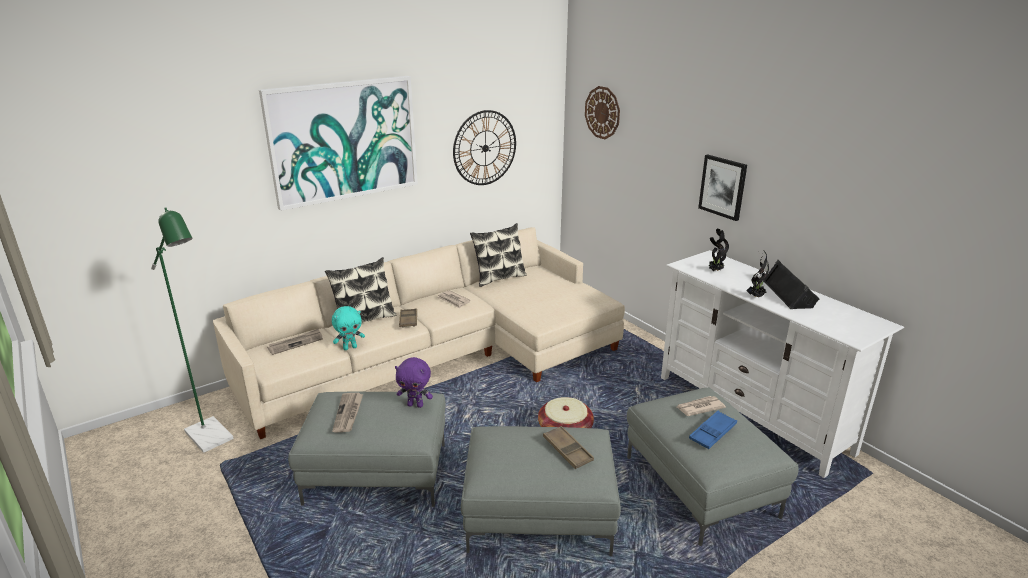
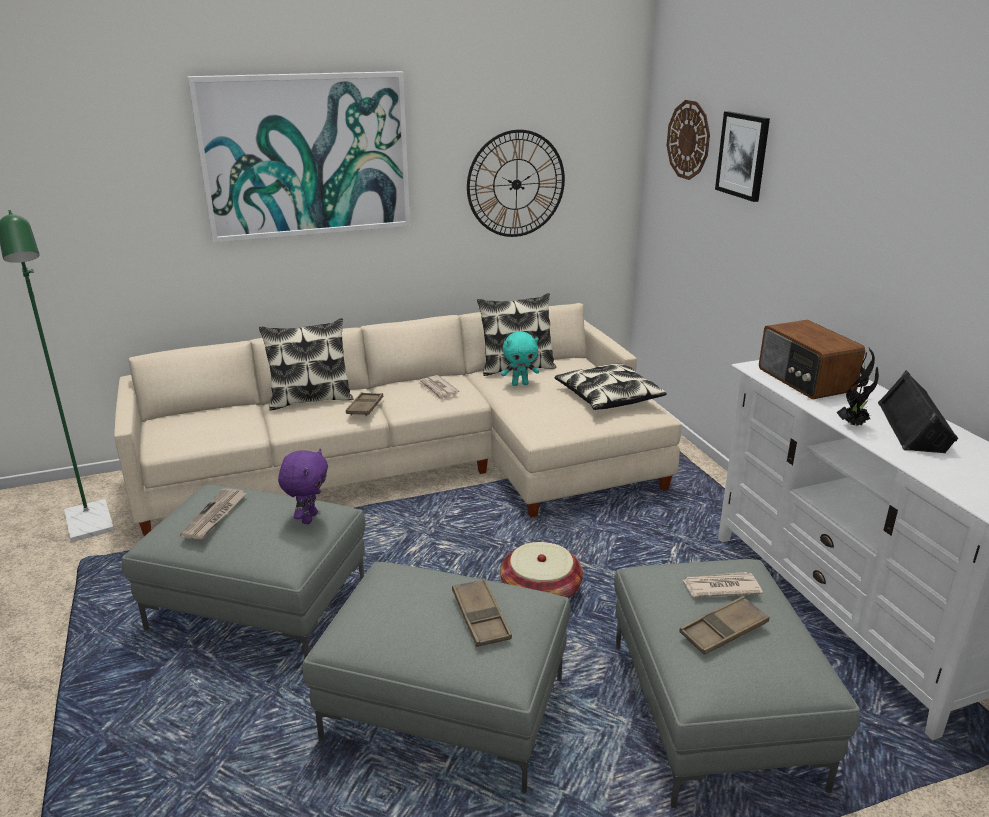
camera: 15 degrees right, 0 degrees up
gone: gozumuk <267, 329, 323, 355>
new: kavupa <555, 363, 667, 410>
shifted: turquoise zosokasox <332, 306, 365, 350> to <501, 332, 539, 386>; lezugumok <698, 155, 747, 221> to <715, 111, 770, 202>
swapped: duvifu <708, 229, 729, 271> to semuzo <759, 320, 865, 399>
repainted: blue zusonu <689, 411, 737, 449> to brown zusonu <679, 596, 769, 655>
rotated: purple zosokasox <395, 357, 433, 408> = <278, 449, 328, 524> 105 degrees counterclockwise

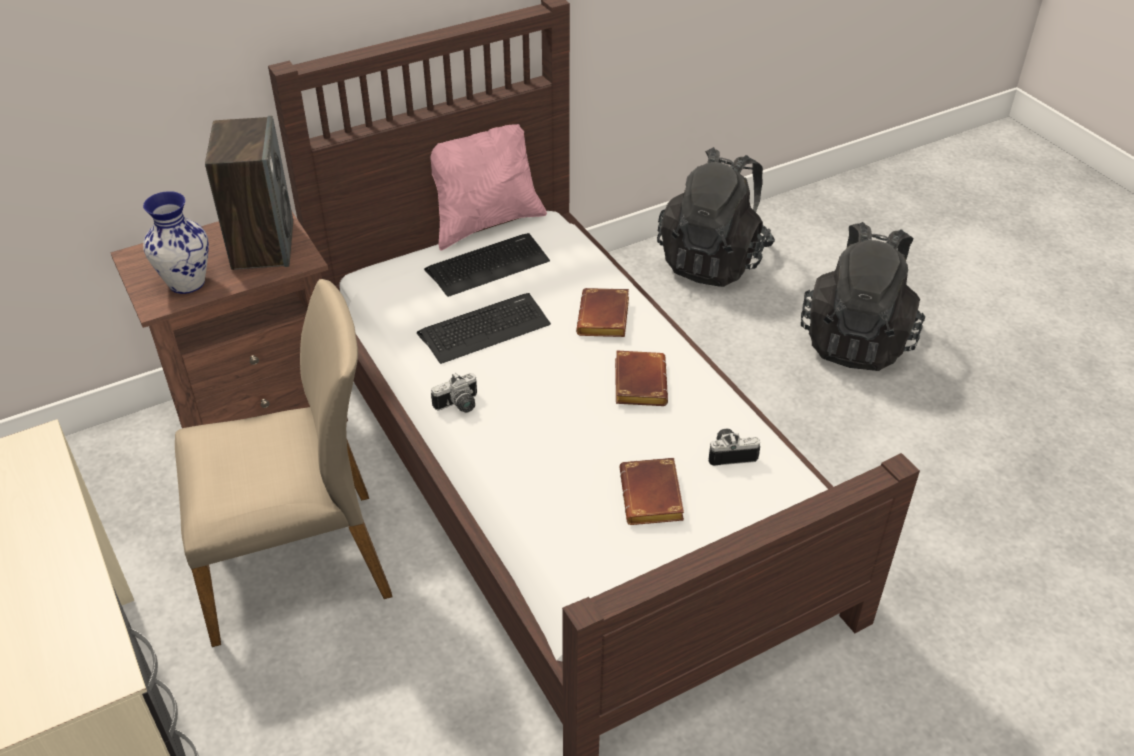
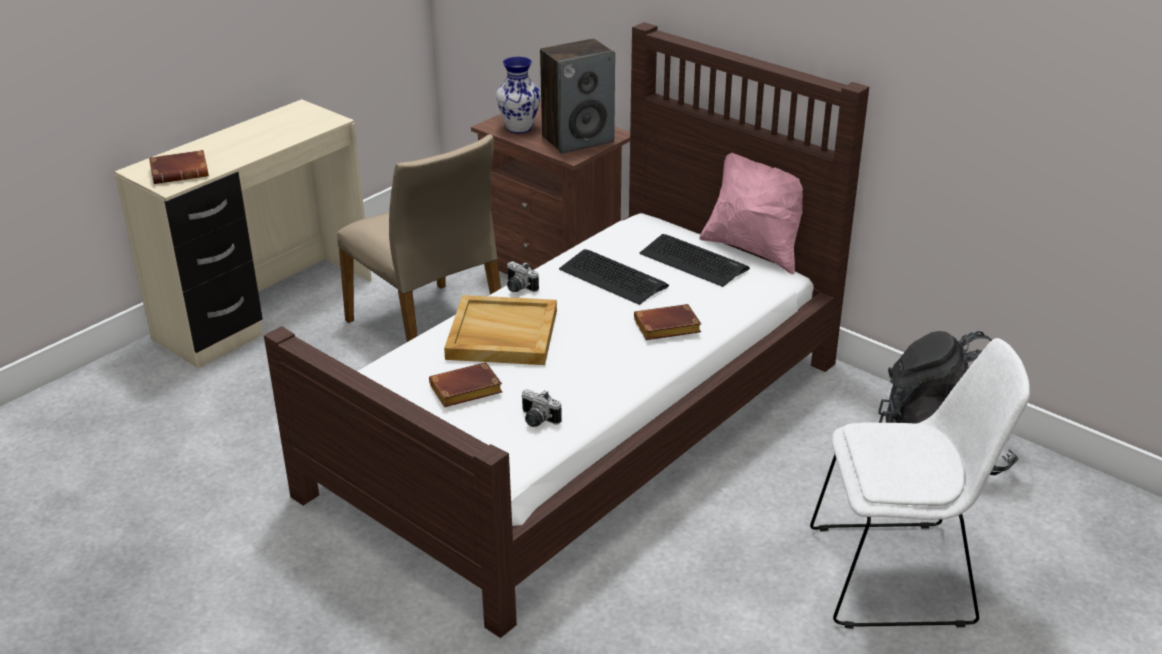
camera: 70 degrees right, 10 degrees down
new: beige zusonu <444, 295, 557, 365>
shifted: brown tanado <615, 350, 668, 406> to <149, 150, 209, 184>
swapped: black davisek <801, 222, 925, 371> to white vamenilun <810, 338, 1030, 629>
rotated: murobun <708, 429, 760, 466> = <521, 389, 562, 427> 150 degrees clockwise

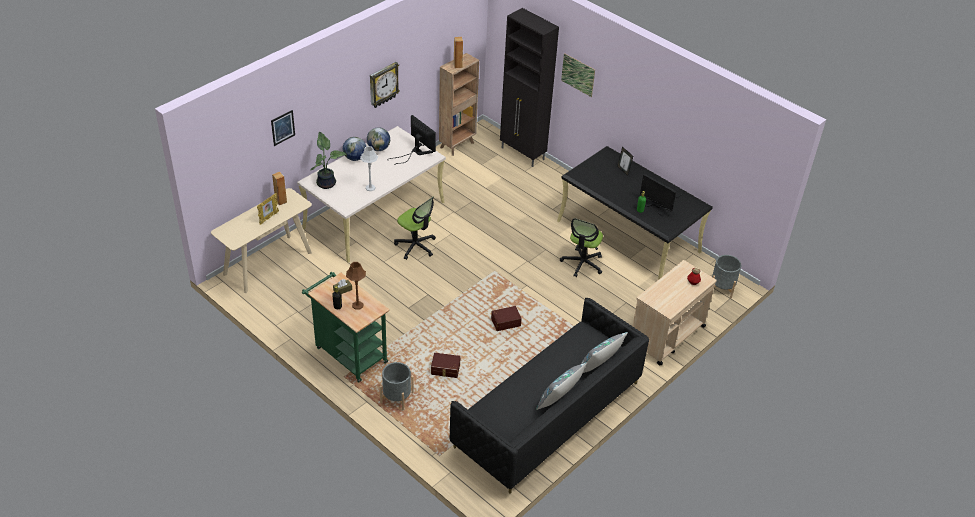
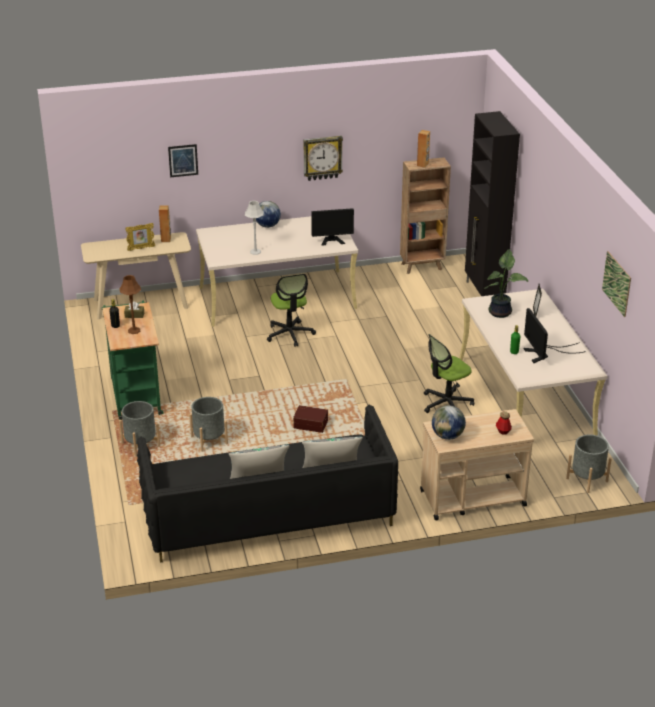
camera: 35 degrees right, 10 degrees down
shifted: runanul <367, 127, 390, 151> to <432, 406, 466, 440>; duvifu <310, 132, 346, 189> to <484, 249, 528, 318>; lezugumok <561, 53, 595, 97> to <602, 251, 631, 317>
swapped: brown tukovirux <431, 353, 461, 378> to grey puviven <189, 397, 228, 452>
repainted: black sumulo <557, 146, 713, 280> to beige sumulo <459, 289, 607, 436>
rotated: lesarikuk <387, 115, 436, 164> = <311, 209, 354, 246> 90 degrees clockwise

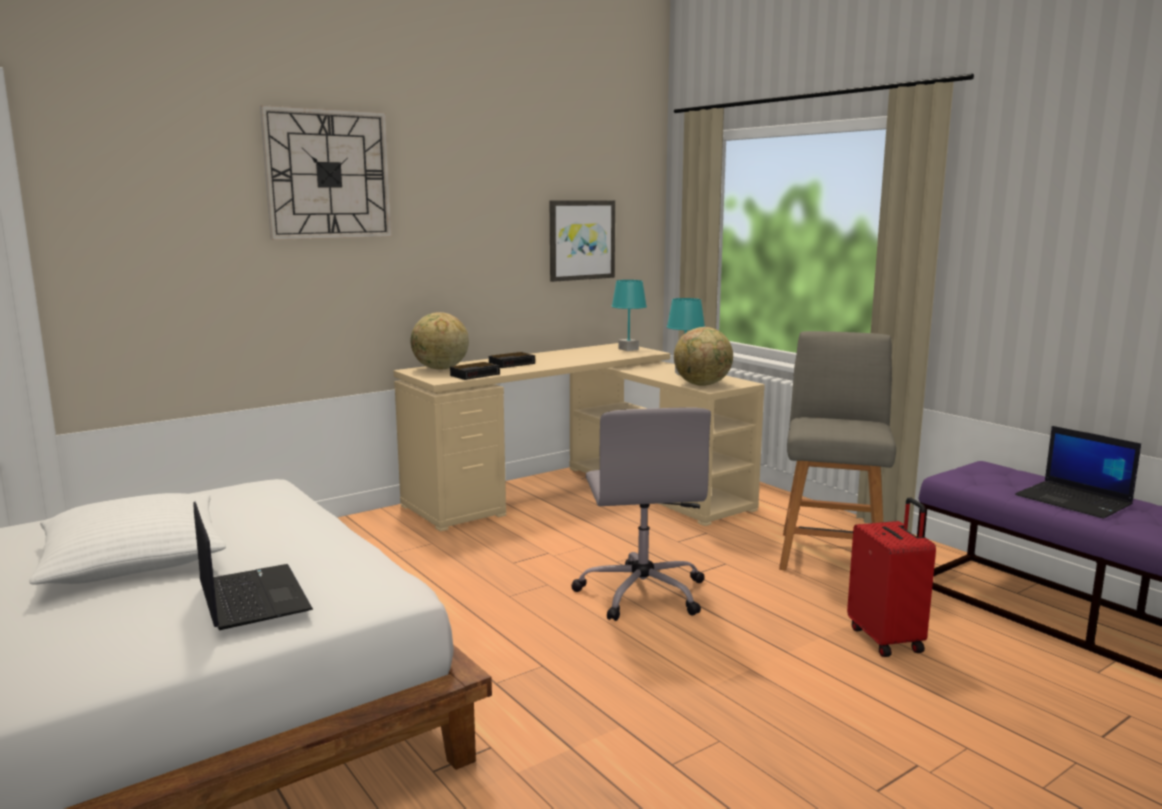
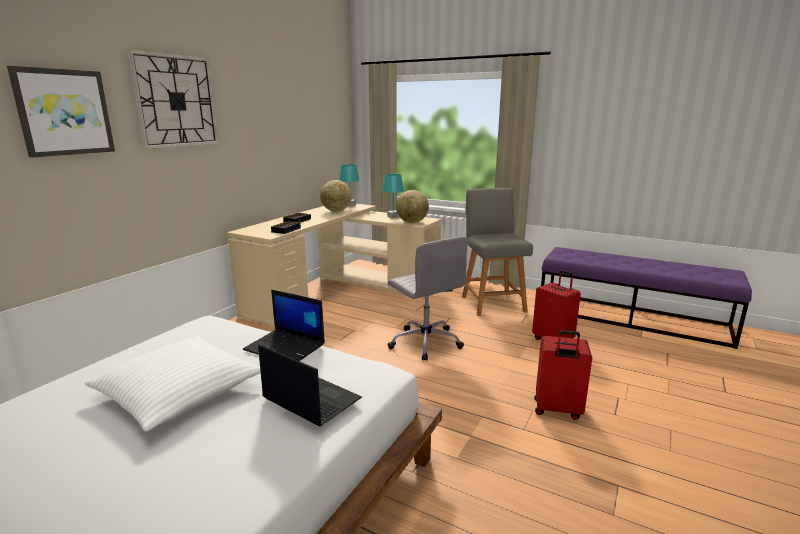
camera: 25 degrees left, 5 degrees up
new: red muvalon <534, 330, 592, 420>
shifted: lezugumok <550, 200, 615, 282> to <7, 66, 115, 158>; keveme <1015, 426, 1141, 518> to <243, 289, 325, 361>; runanul <411, 312, 469, 370> to <320, 180, 352, 212>

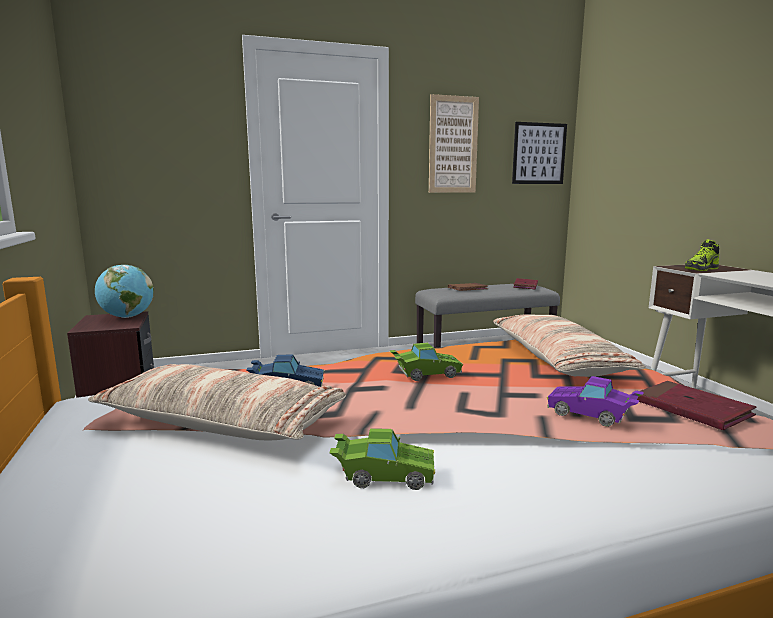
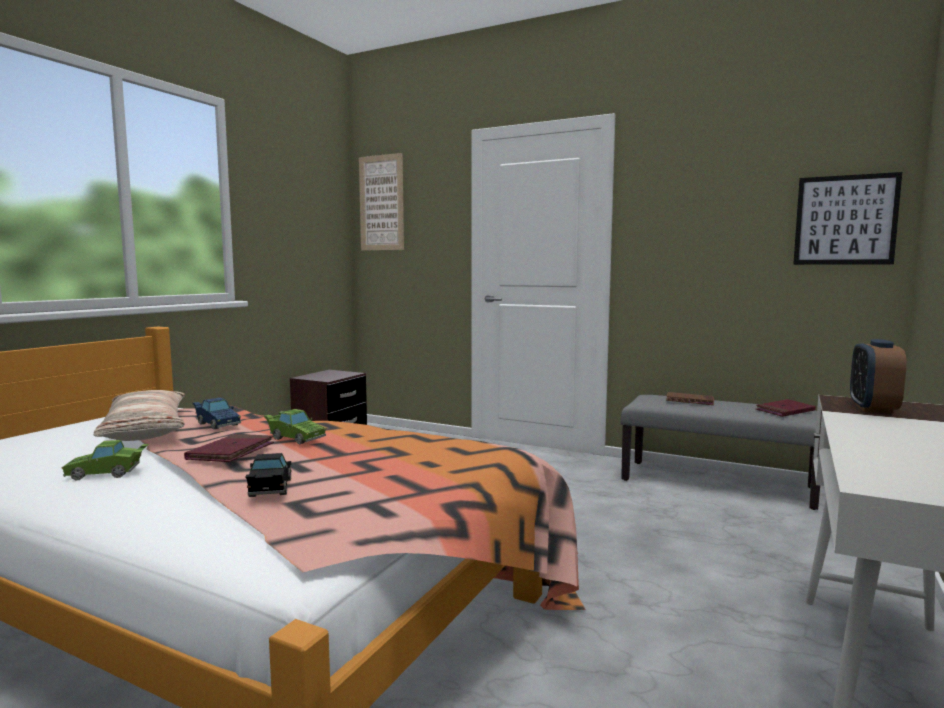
camera: 45 degrees right, 5 degrees down
gone: runanul <95, 265, 154, 318>; kavupa <493, 314, 646, 377>
shifted: red tanado <637, 381, 756, 430> to <184, 434, 274, 462>; lezugumok <429, 94, 479, 193> to <359, 153, 404, 251>
swapped: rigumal <685, 240, 719, 271> to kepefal <850, 339, 907, 414>
repainted: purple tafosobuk <547, 376, 644, 427> to black tafosobuk <246, 453, 291, 497>
rotated: green tafosobuk <330, 428, 435, 490> = <62, 440, 149, 481> 120 degrees clockwise

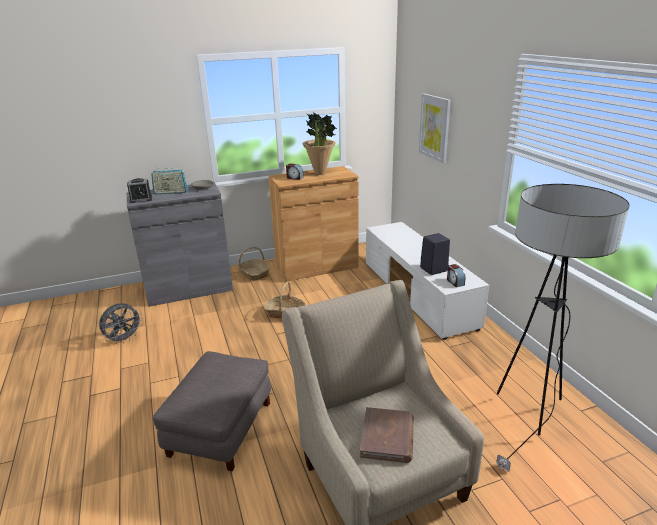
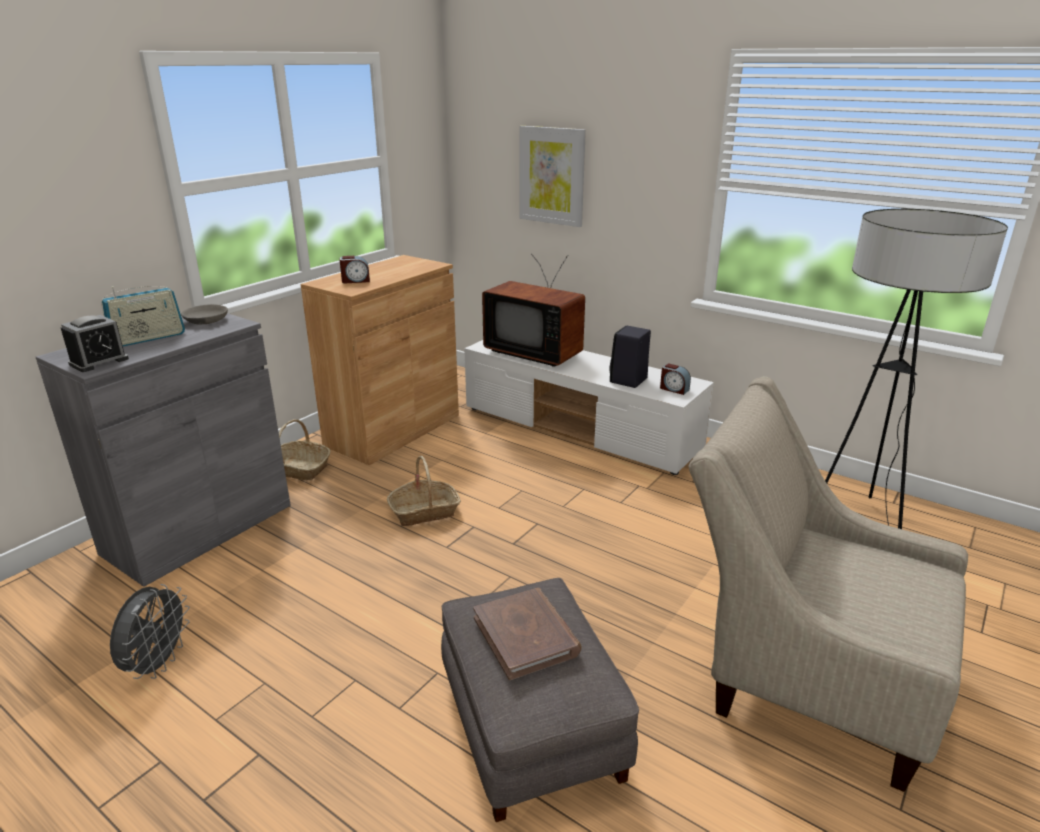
camera: 35 degrees left, 0 degrees up
gone: duvifu <303, 112, 337, 175>
new: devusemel <482, 254, 585, 367>
shifted: brown tanado <360, 407, 414, 463> to <473, 588, 582, 680>

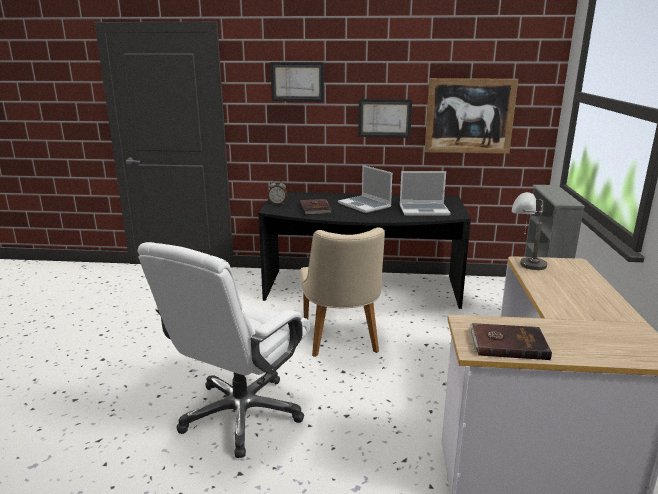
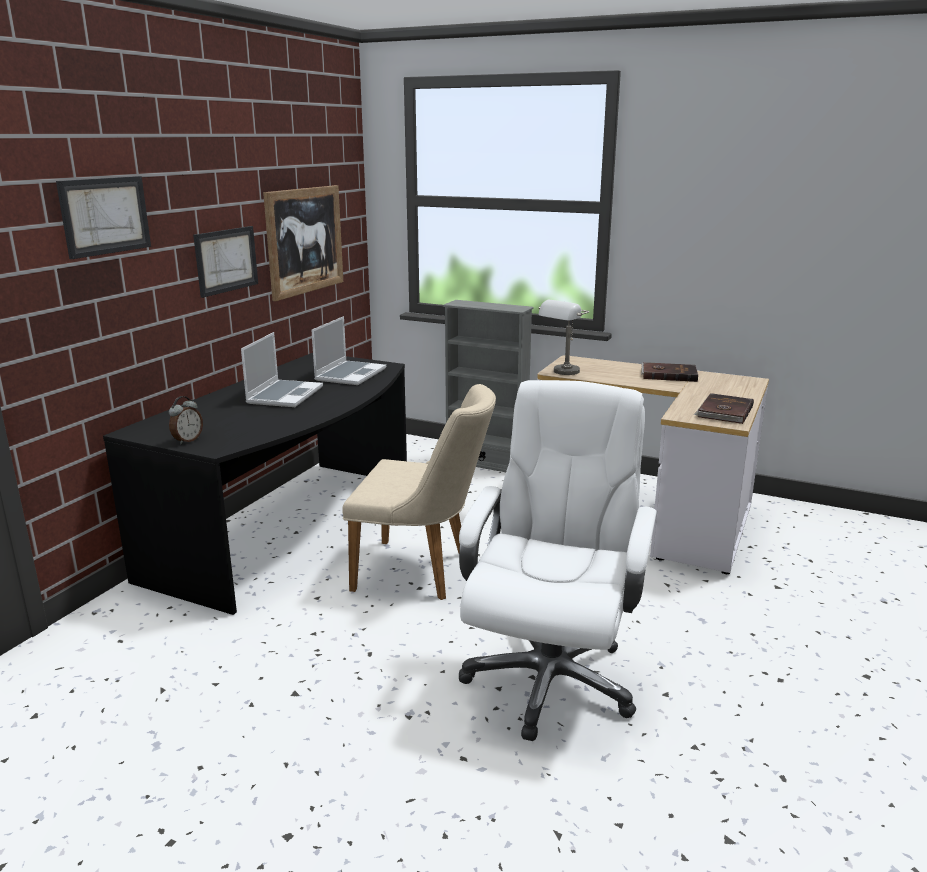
camera: 70 degrees left, 0 degrees up
shifted: brown tanado <300, 199, 332, 215> to <641, 362, 698, 382>
rotated: keveme <338, 165, 392, 213> = <241, 332, 323, 407> 60 degrees counterclockwise; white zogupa <138, 242, 310, 458> = <459, 380, 657, 741> 120 degrees counterclockwise

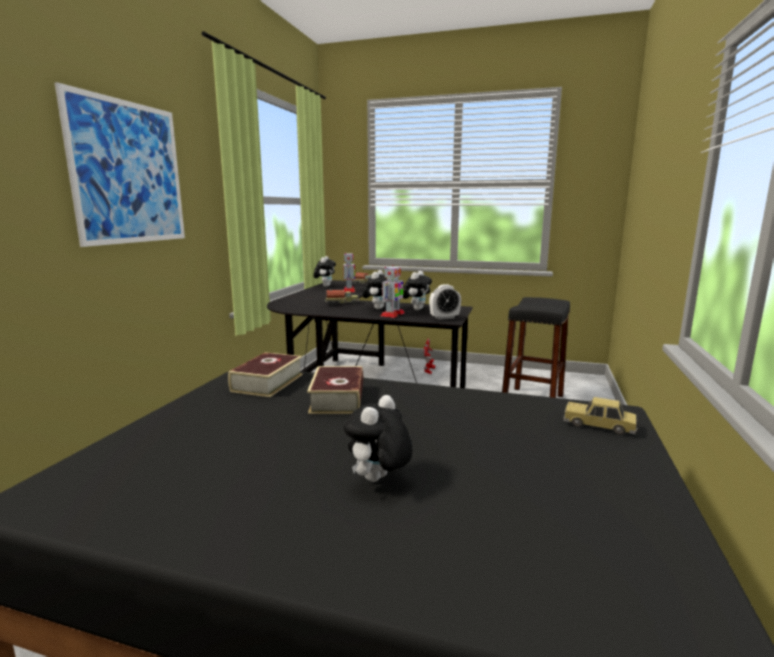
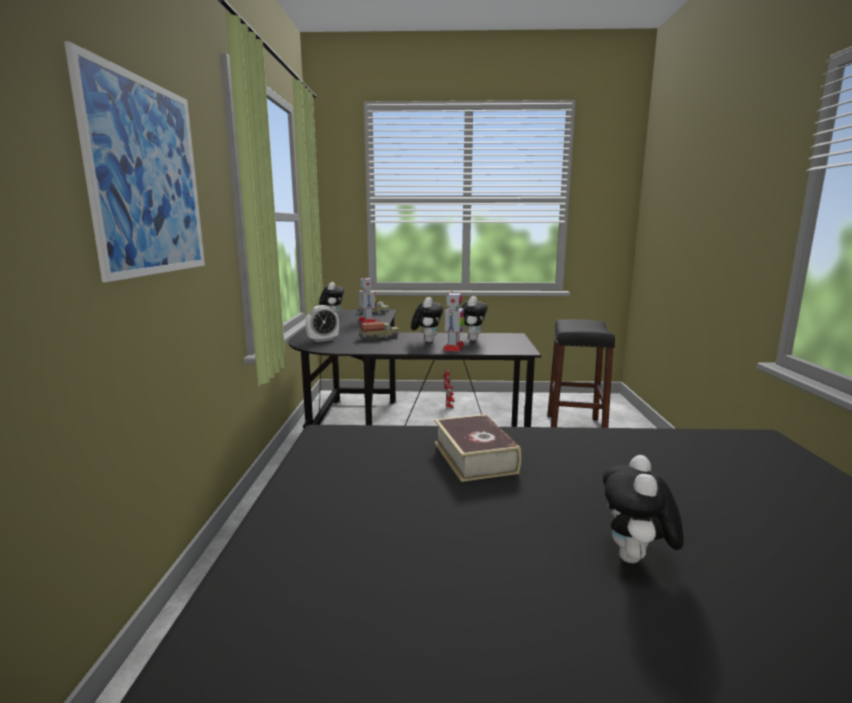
camera: 15 degrees left, 0 degrees up
gone: tanado <228, 352, 303, 397>; tafosobuk <563, 397, 638, 435>
shifted: kepefal <429, 284, 461, 320> to <305, 305, 339, 342>

